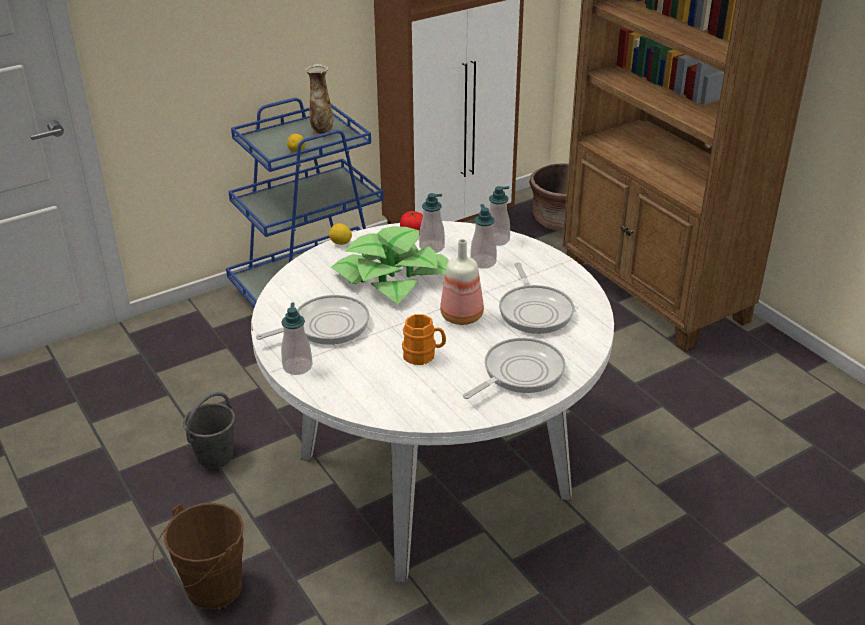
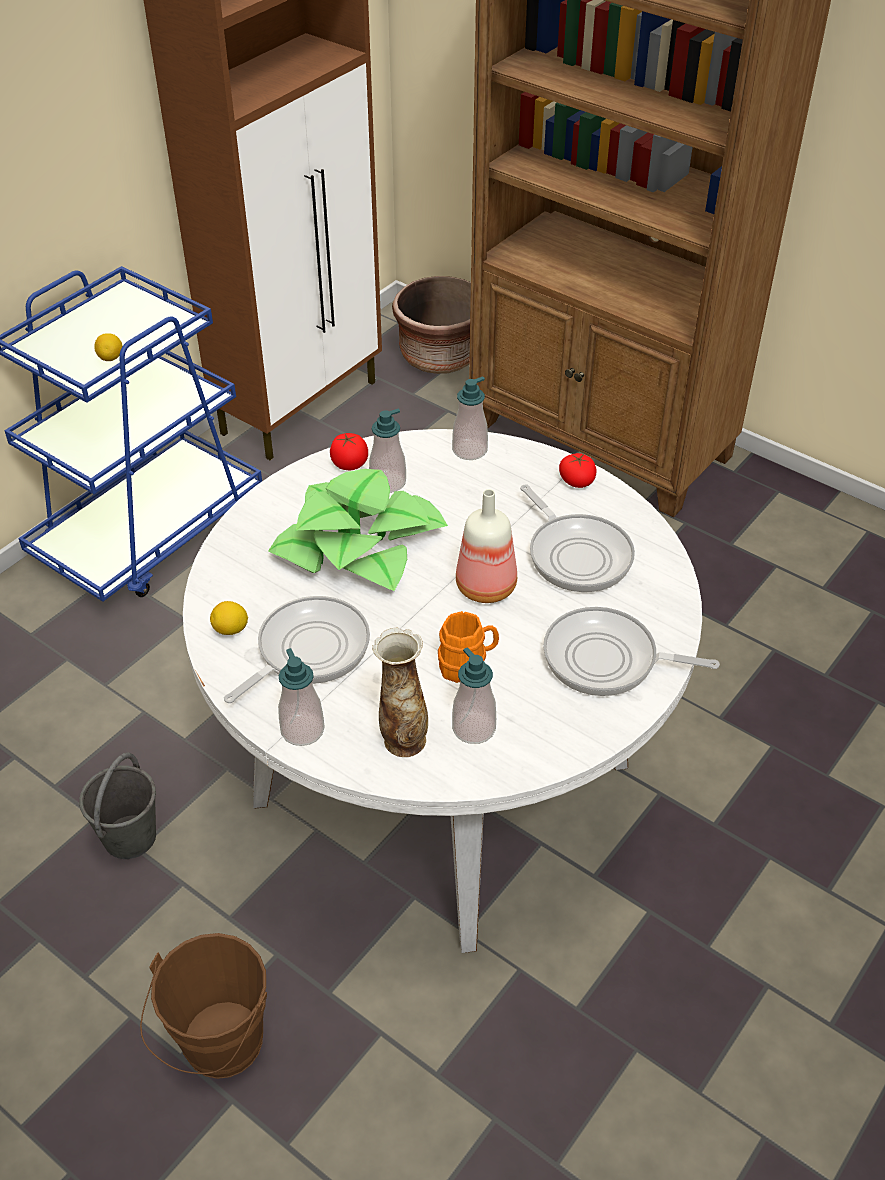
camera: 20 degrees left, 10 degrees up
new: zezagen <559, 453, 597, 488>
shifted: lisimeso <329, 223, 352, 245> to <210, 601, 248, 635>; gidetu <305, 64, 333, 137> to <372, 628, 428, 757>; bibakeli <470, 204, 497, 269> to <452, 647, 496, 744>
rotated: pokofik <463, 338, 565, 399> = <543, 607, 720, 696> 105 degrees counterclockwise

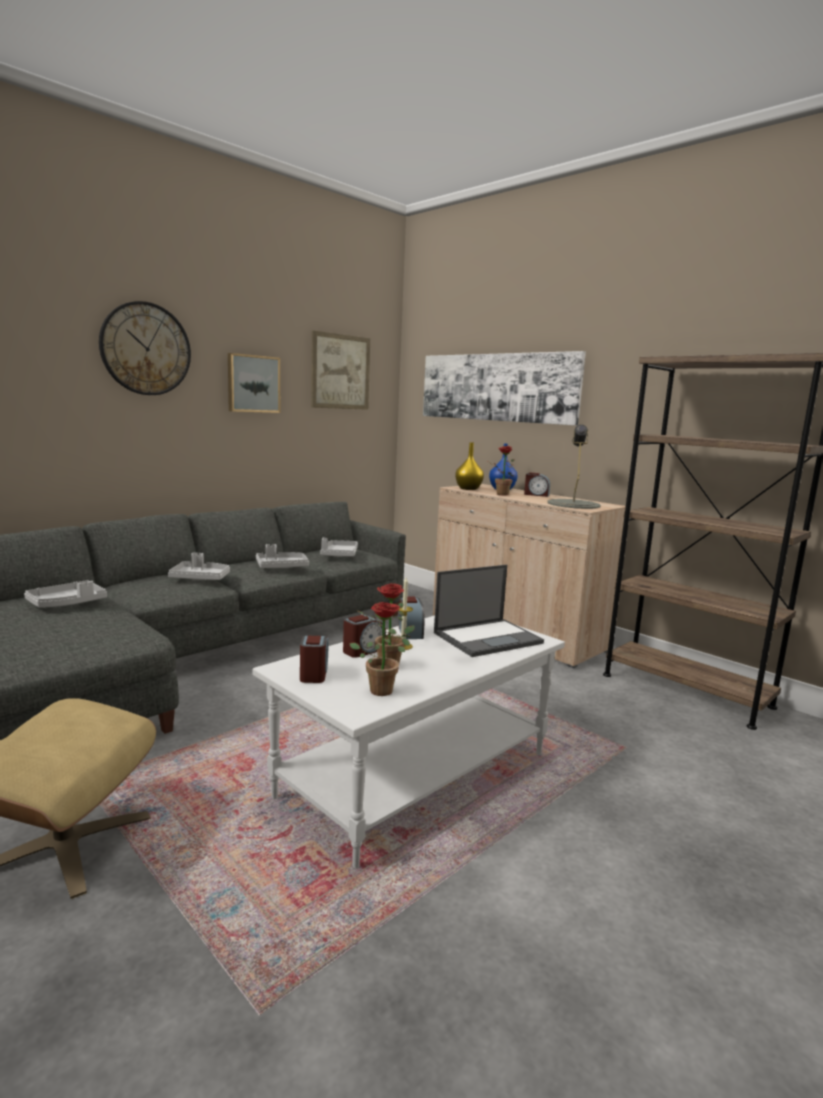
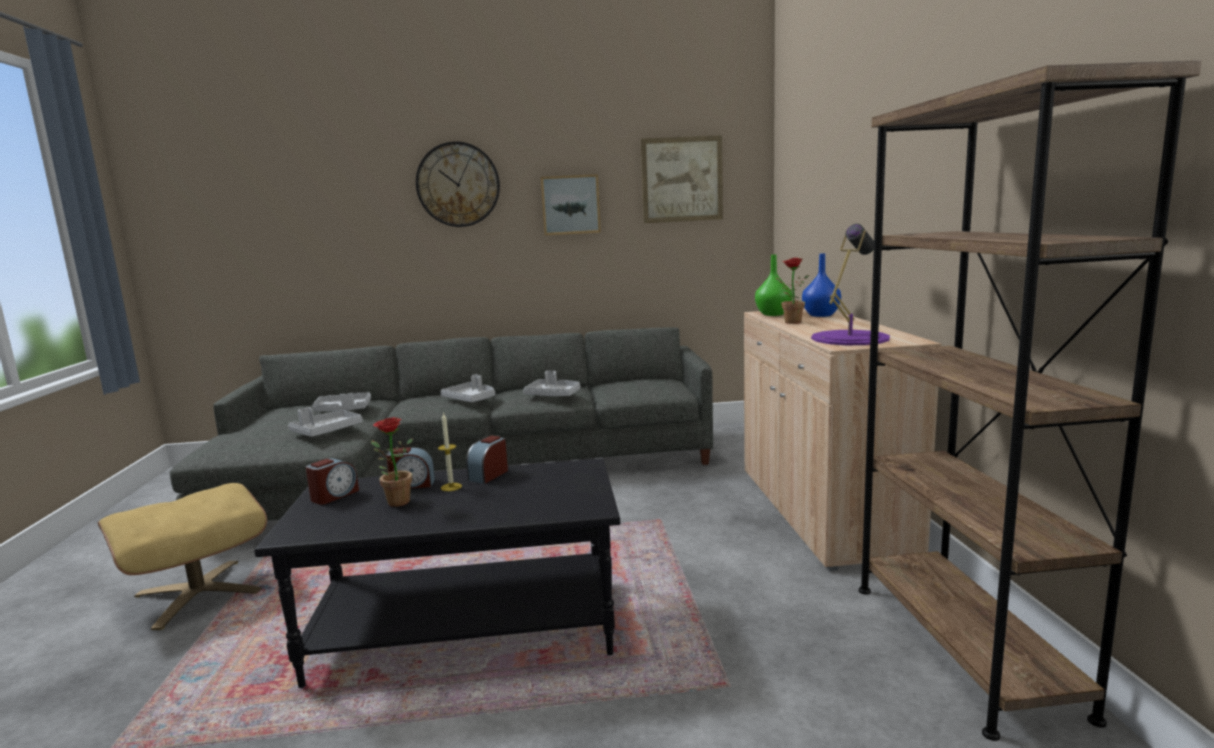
camera: 40 degrees right, 0 degrees up
gone: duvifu <349, 602, 415, 696>; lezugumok <423, 351, 586, 426>; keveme <434, 565, 544, 657>; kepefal <524, 473, 550, 497>
shifted: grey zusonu <320, 537, 358, 557> to <288, 407, 363, 437>
repainted: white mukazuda <252, 615, 565, 869> to black mukazuda <254, 458, 620, 688>; yellow gidetu <455, 442, 484, 490> to green gidetu <755, 254, 792, 316>; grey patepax <547, 425, 601, 509> to purple patepax <811, 224, 890, 345>

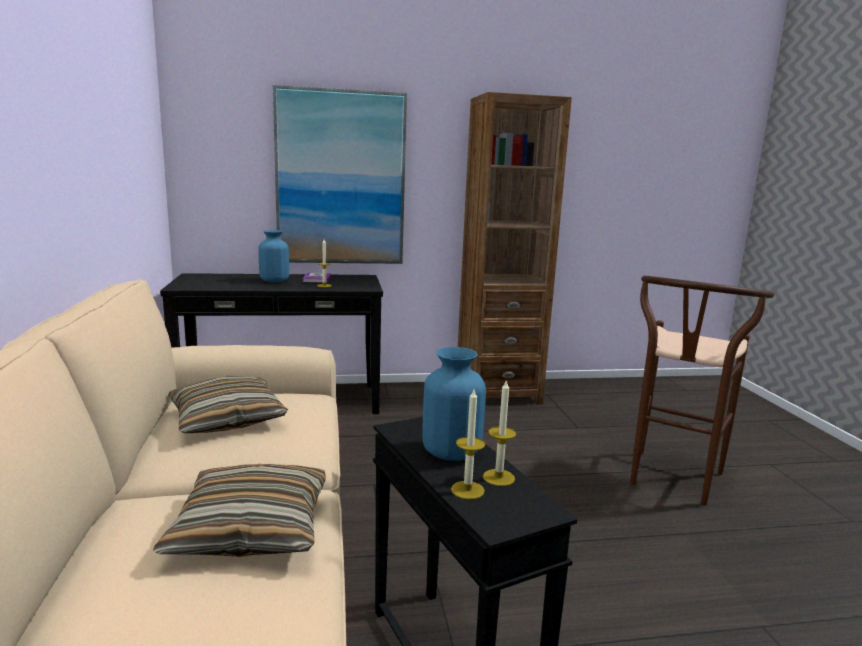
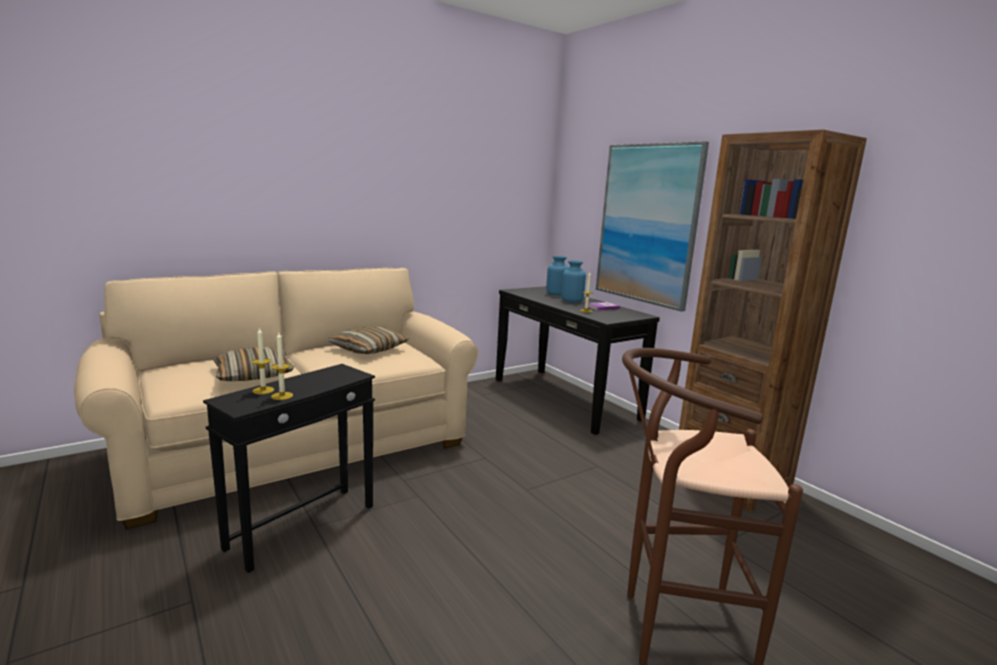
camera: 65 degrees right, 0 degrees up
shifted: blue gidetu <422, 347, 486, 461> to <546, 256, 569, 296>

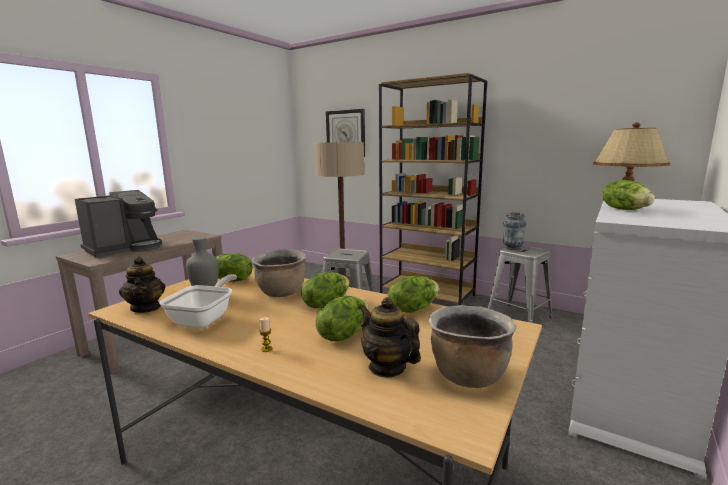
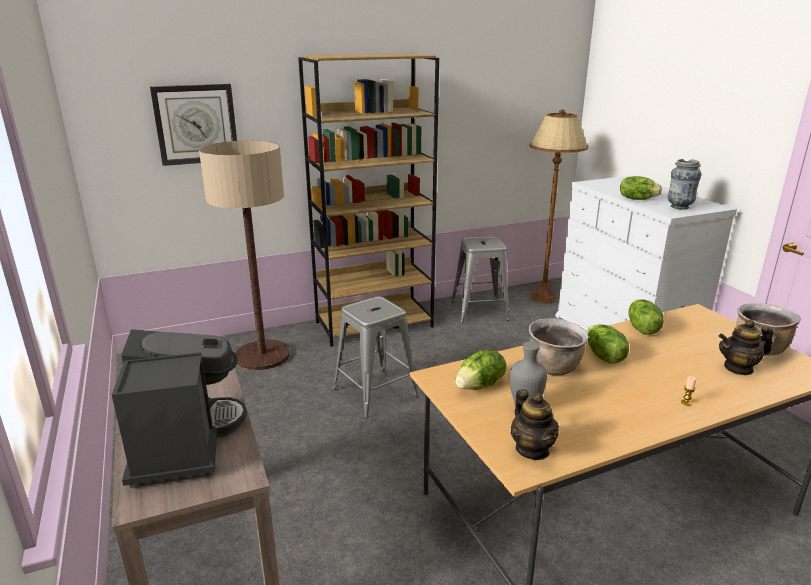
camera: 55 degrees left, 10 degrees up
gone: pokofik <159, 274, 237, 328>; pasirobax <316, 296, 369, 341>
shifted: gidetu <503, 212, 526, 250> to <668, 159, 702, 210>
rotated: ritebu <119, 257, 165, 313> = <511, 389, 559, 460> 60 degrees clockwise

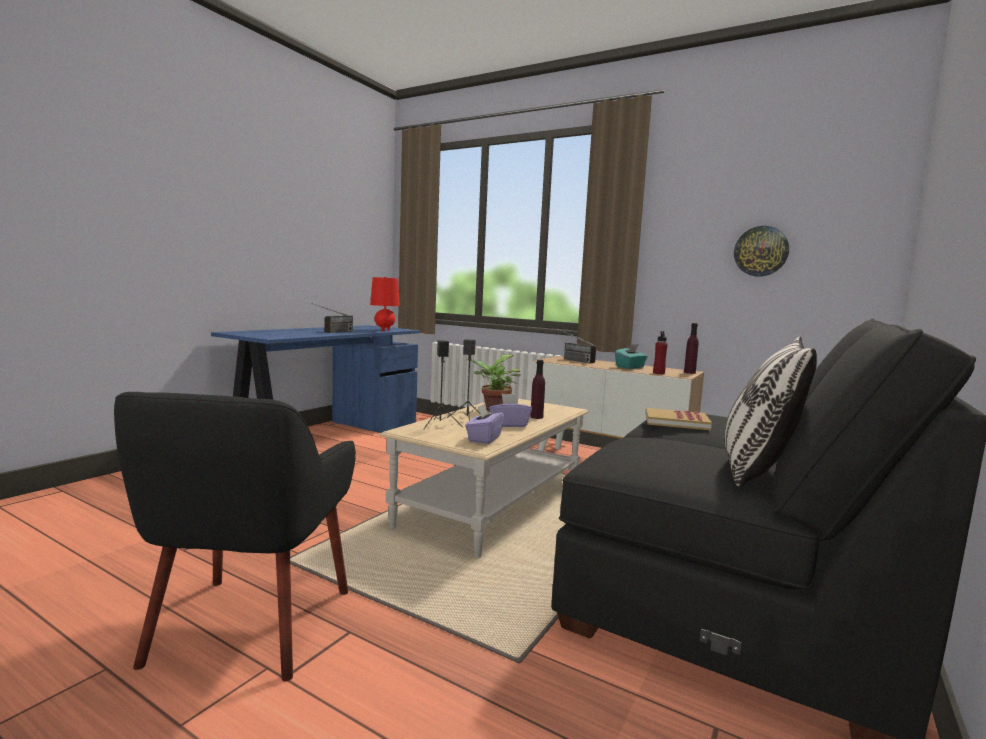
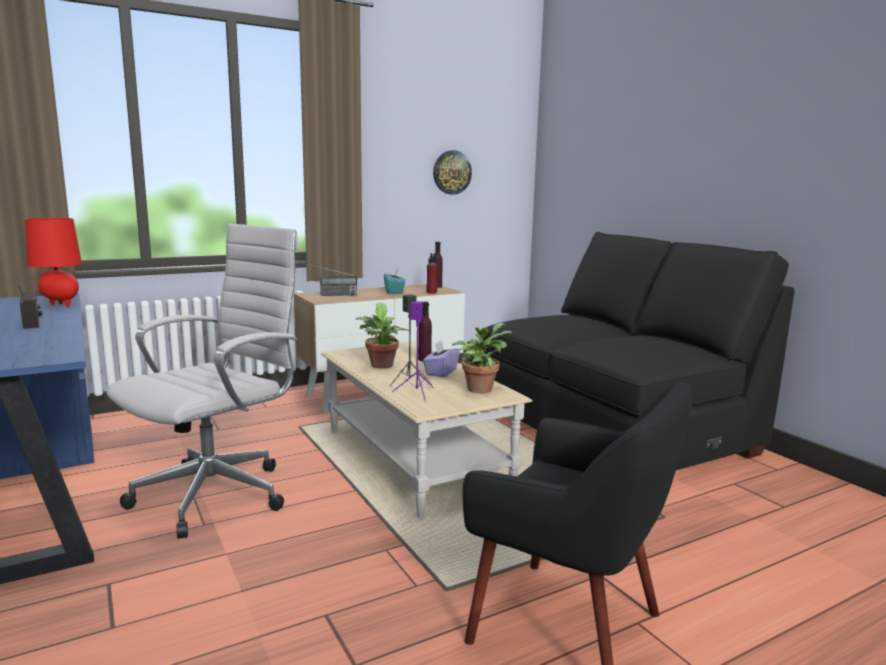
camera: 60 degrees left, 5 degrees up
gone: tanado <645, 408, 712, 430>; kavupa <725, 337, 817, 487>
new: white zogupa <106, 224, 299, 539>
swapped: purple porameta <465, 404, 504, 444> to duvifu <452, 323, 512, 393>
repainted: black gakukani <424, 340, 463, 429> to purple gakukani <392, 301, 433, 402>

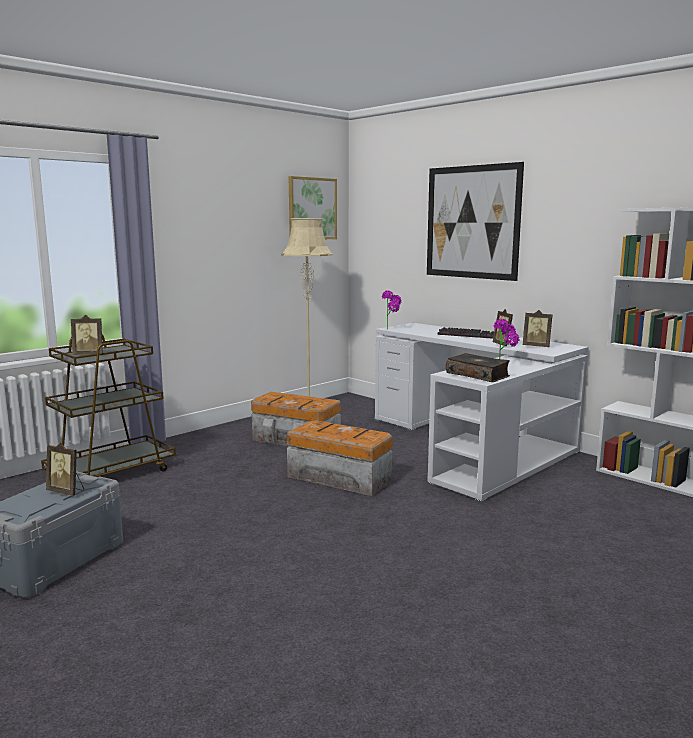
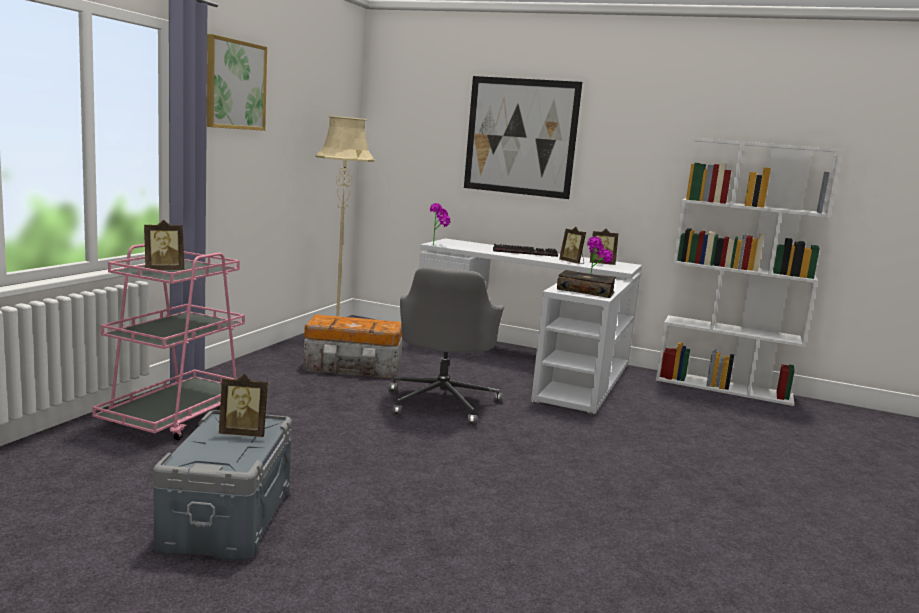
camera: 25 degrees left, 0 degrees up
shifted: lezugumok <288, 176, 337, 239> to <207, 34, 267, 131>
swapped: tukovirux <287, 420, 393, 496> to grey zogupa <389, 267, 504, 426>
repainted: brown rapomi <41, 334, 176, 477> to pink rapomi <92, 244, 245, 440>

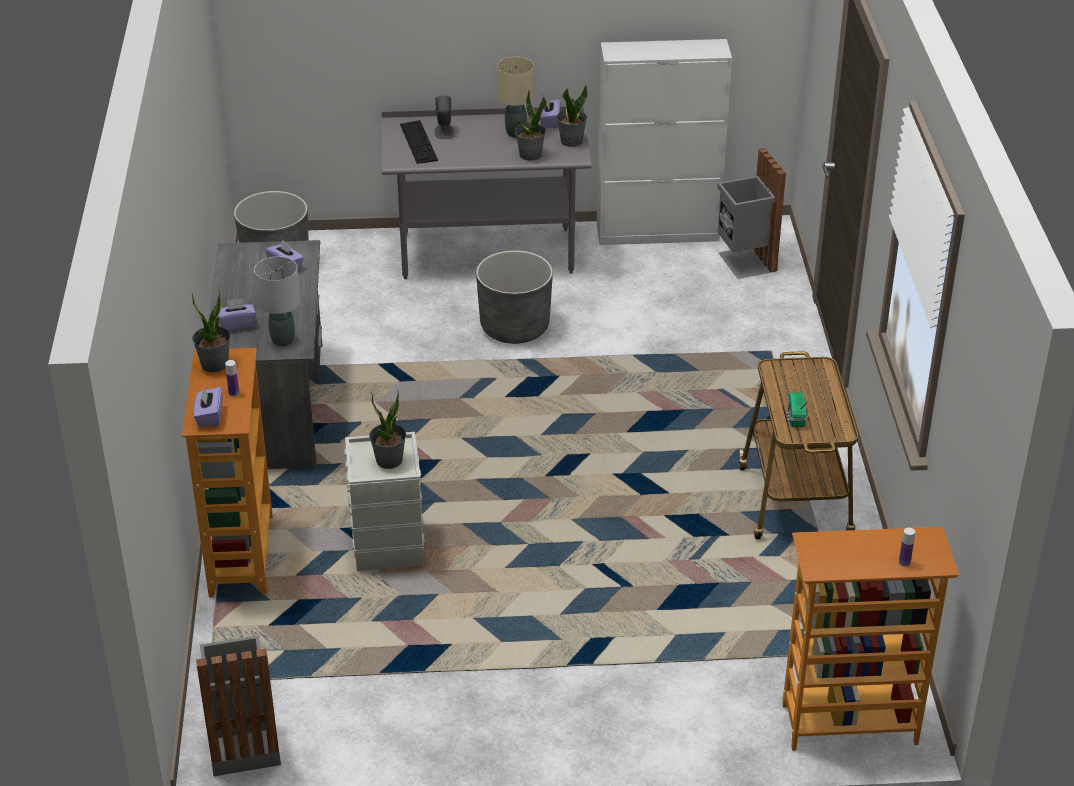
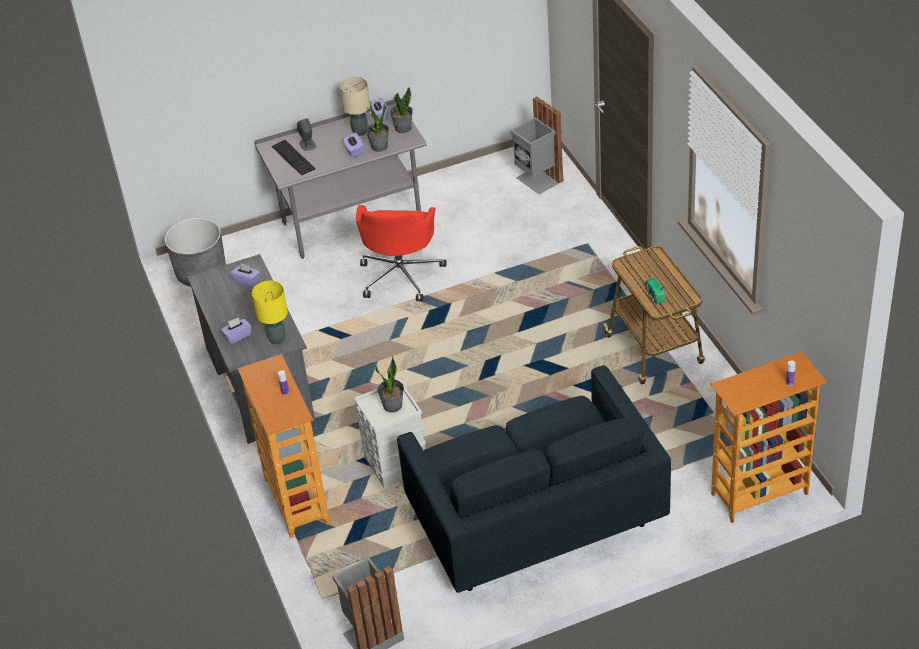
camera: 15 degrees left, 5 degrees up
gone: duvifu <192, 290, 230, 372>; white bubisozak <597, 39, 732, 245>
new: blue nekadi <397, 365, 671, 593>
shifted: purple porameta <193, 386, 223, 427> to <343, 133, 364, 158>
swapped: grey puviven <476, 250, 553, 344> to red zogupa <356, 205, 446, 301>
repainted: grey patepax <254, 256, 301, 347> to yellow patepax <252, 281, 288, 345>

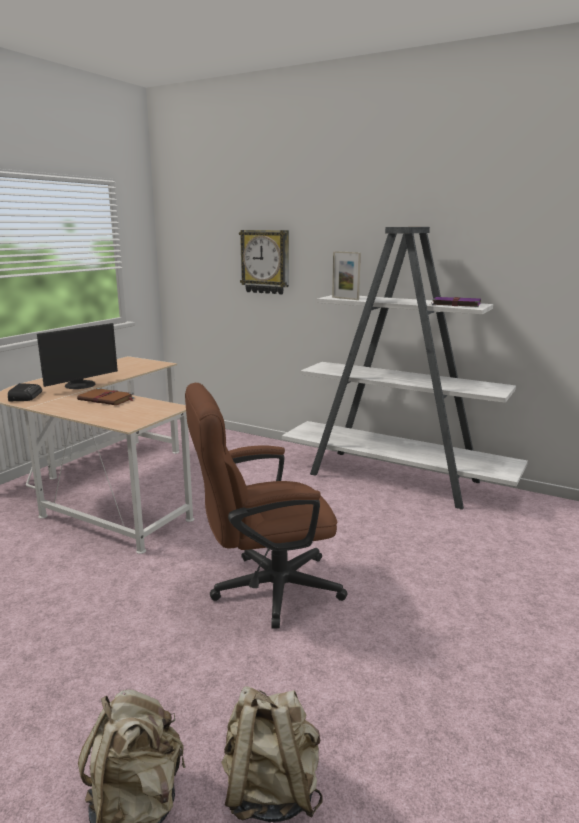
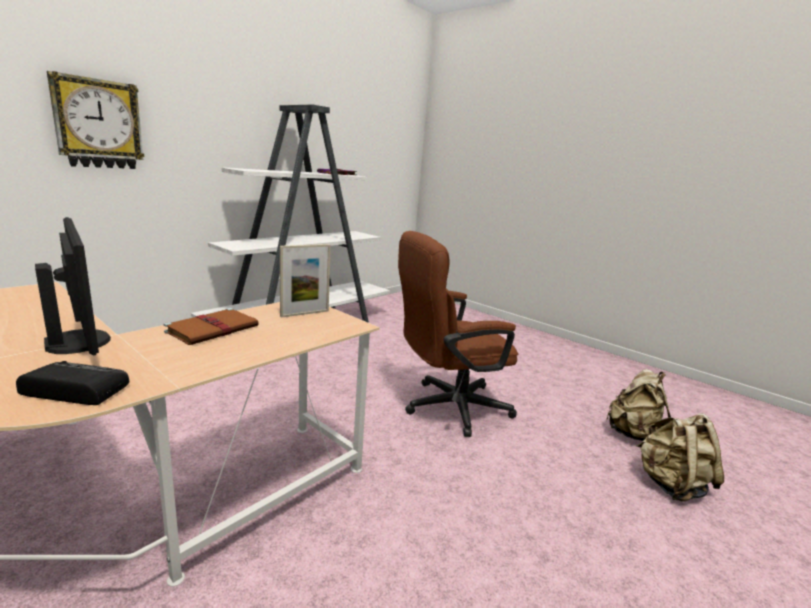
camera: 80 degrees left, 0 degrees up
shifted: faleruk <332, 251, 361, 300> to <280, 244, 331, 318>
rotated: brown zogupa <185, 383, 348, 628> = <398, 231, 518, 437> 75 degrees clockwise

